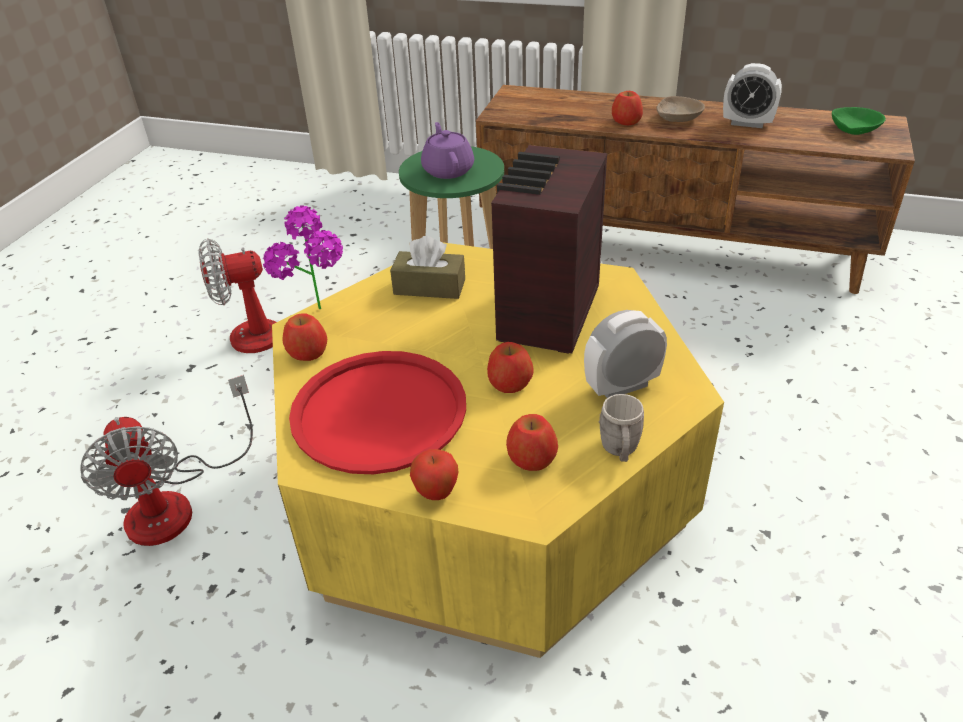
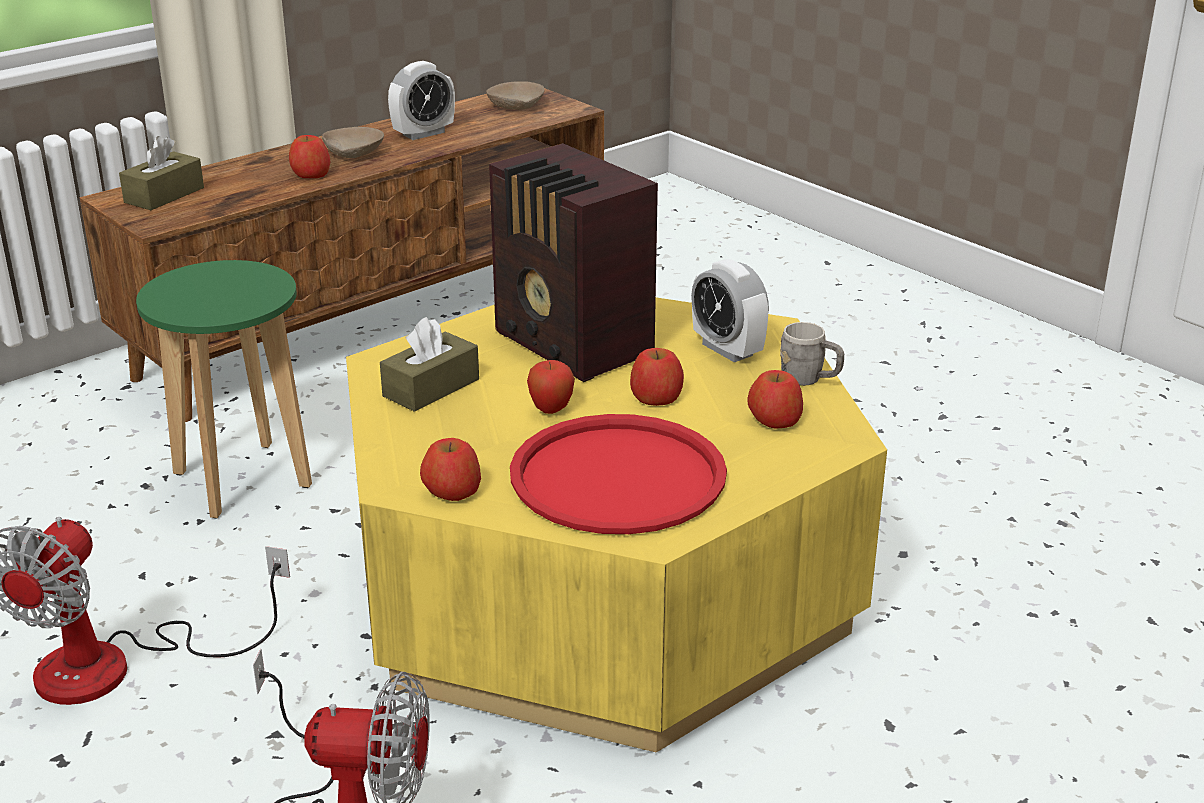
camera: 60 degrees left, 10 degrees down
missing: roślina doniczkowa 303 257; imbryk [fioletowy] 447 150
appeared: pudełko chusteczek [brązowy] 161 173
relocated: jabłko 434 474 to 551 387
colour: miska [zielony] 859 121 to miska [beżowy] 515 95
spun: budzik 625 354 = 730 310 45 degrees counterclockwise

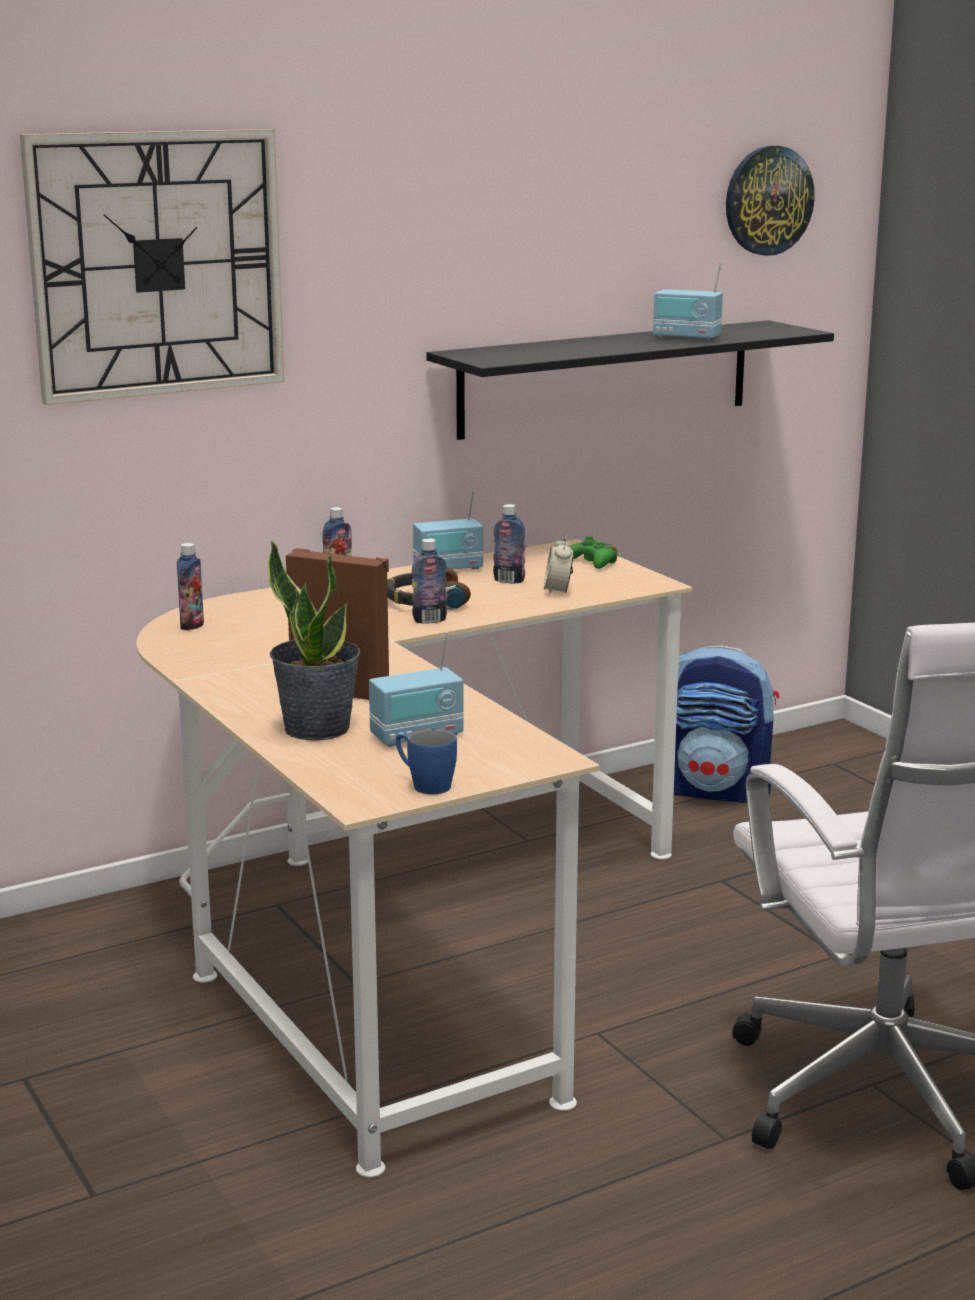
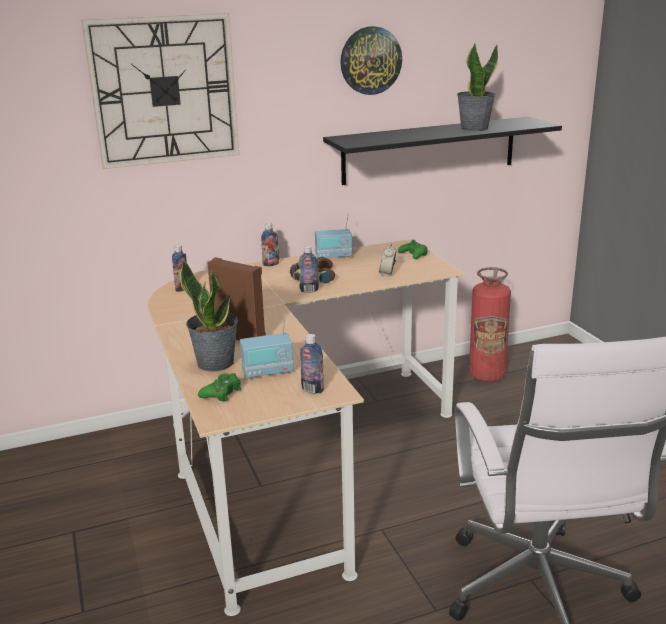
camera: 10 degrees right, 5 degrees up
missing: kubek [niebieski] 426 761
appeared: pad do gier [zielony] 219 387
relocated: butelka 509 543 to 312 363; zegar ścienny 770 201 to 371 60
exchanged: radio 688 301 to roślina doniczkowa 477 87; plecak 726 724 to gaśnica 490 324

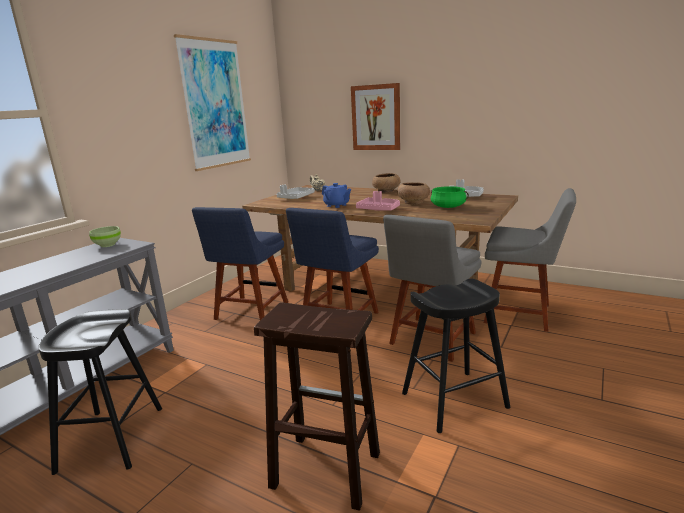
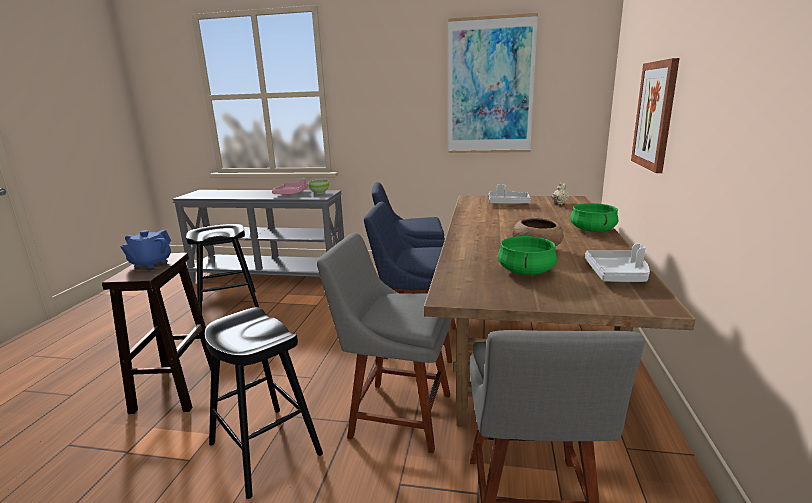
camera: 70 degrees right, 0 degrees up
relocated: imbryk [niebieski] 336 195 to 145 249; taca [różowy] 378 201 to 290 186
exchanged: miska [brązowy] 386 183 to garnek [zielony] 594 217

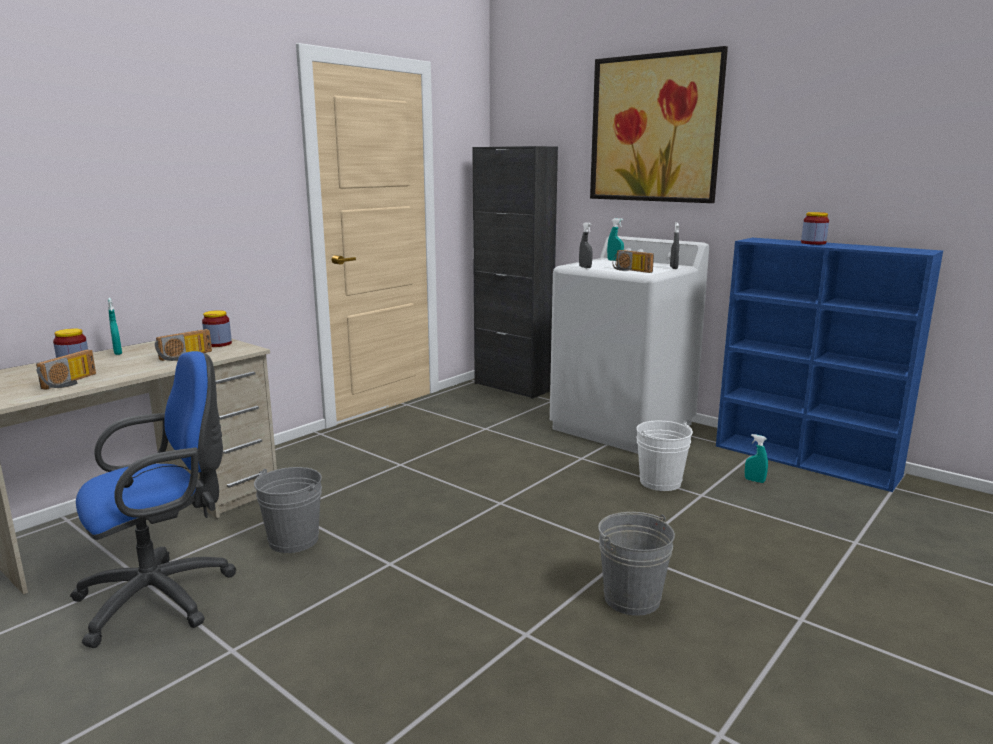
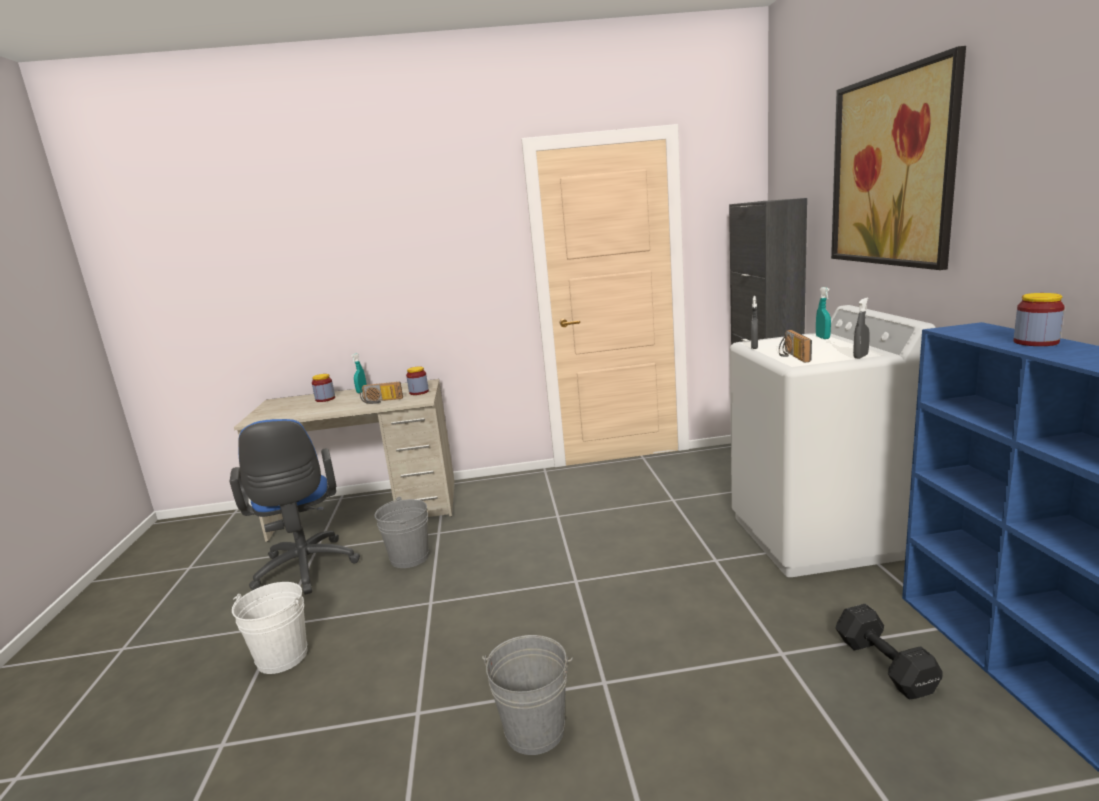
camera: 45 degrees right, 0 degrees up
missing: radio 66 369
relocated: wiadro [biały] 664 456 to 269 628
exchanged: spryskiwacz [turkusowy] 756 458 to hantel [czarny] 889 651
spun: krzesło biurowe [niebieski] 153 499 = 295 507 60 degrees clockwise

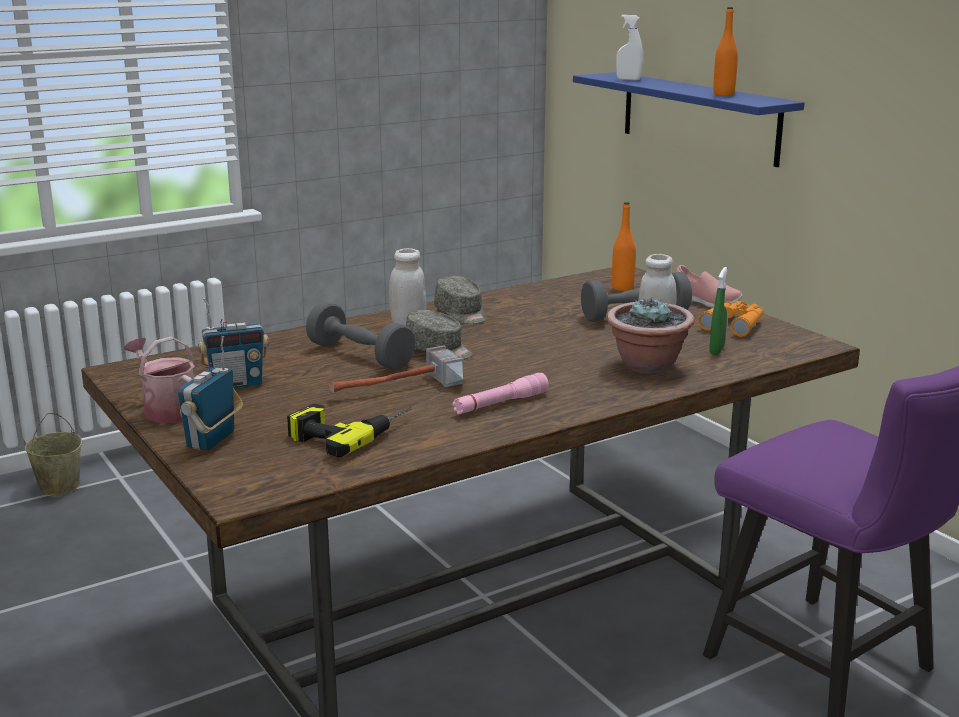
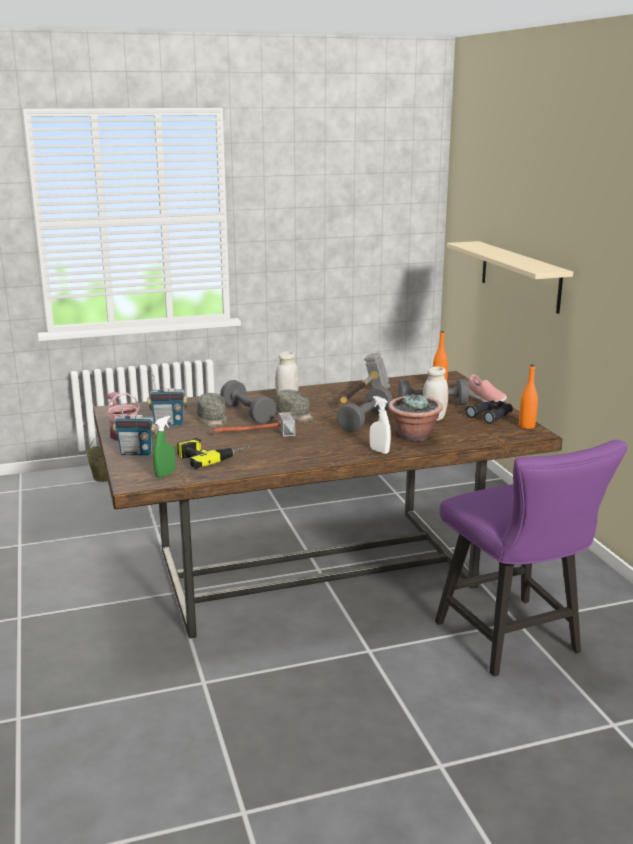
camera: 15 degrees right, 0 degrees up
missing: latarka [różowy] 500 393
appeared: hantel [szary] 365 409; młotek 365 378
relocated: spryskiwacz [zielony] 718 311 to 164 447; czapka z daszkiem [szary] 460 300 to 212 410; spryskiwacz [biały] 629 47 to 380 425; butelka [pomarańczowy] 725 51 to 528 396
colour: półka [niebieski] 688 119 to półka [beżowy] 509 277; lornetka [pomarańczowy] 731 319 to lornetka [czarny] 489 412
spun: radio 210 393 = 135 426 120 degrees counterclockwise

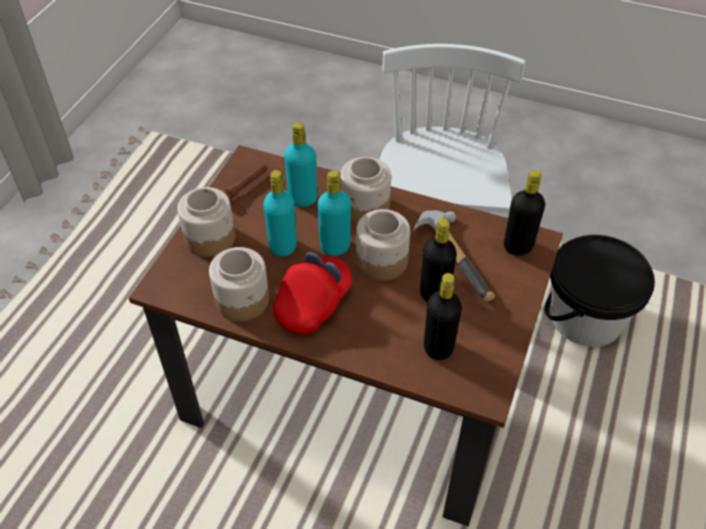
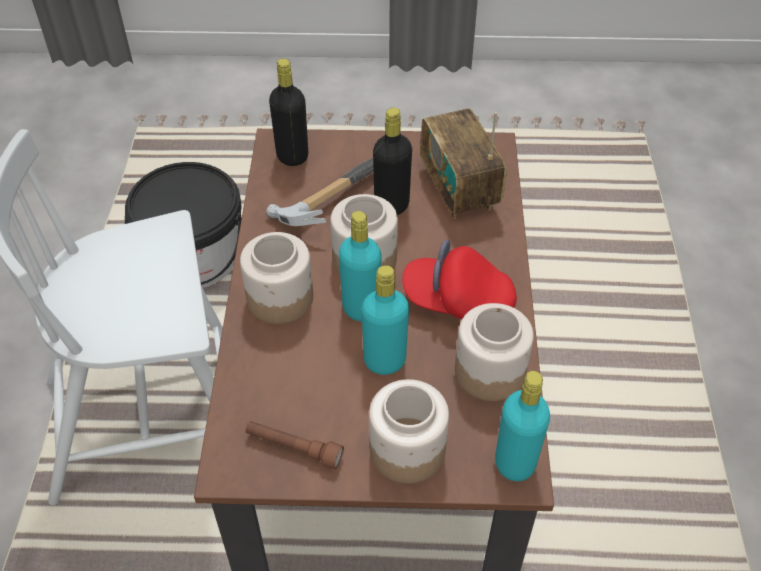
camera: 110 degrees left, 0 degrees up
relocated: butelka [turkusowy] 300 164 to 522 426
exchanged: butelka [czarny] 443 316 to radio 464 164

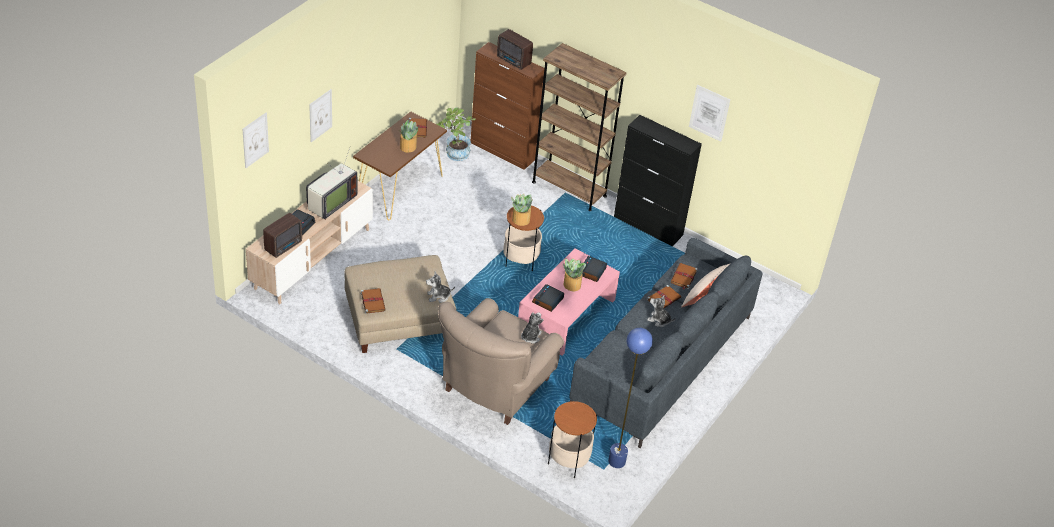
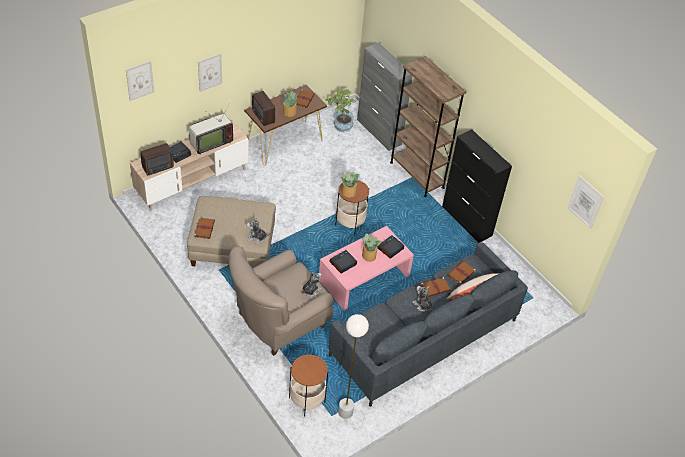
camera: 20 degrees right, 5 degrees up
relocated: radio 515 49 to 263 108; obraz 709 113 to 585 202
colour: lampa stojąca [niebieski] 630 398 to lampa stojąca [biały] 353 366; szafka [brązowy] 507 106 to szafka [szary] 385 97

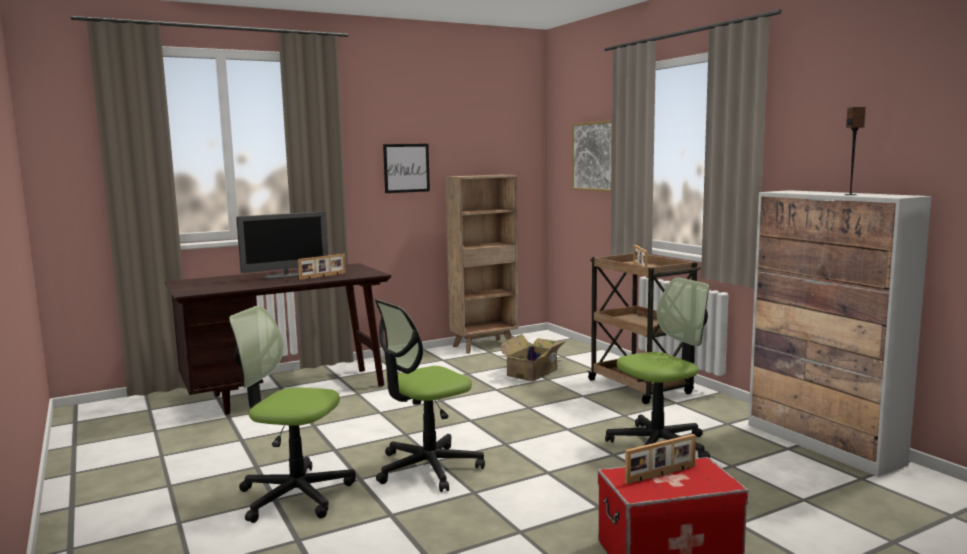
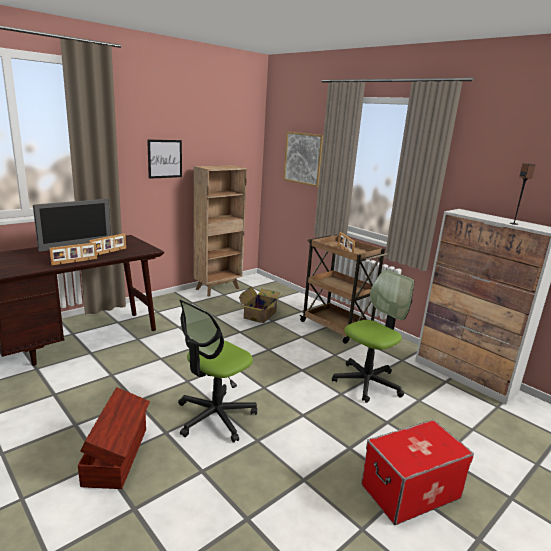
camera: 15 degrees left, 10 degrees up
relocated: ramka na zdjęcie 660 459 to 73 253
exchanged: krzesło biurowe 292 414 to pojemnik do przechowywania [brązowy] 114 438

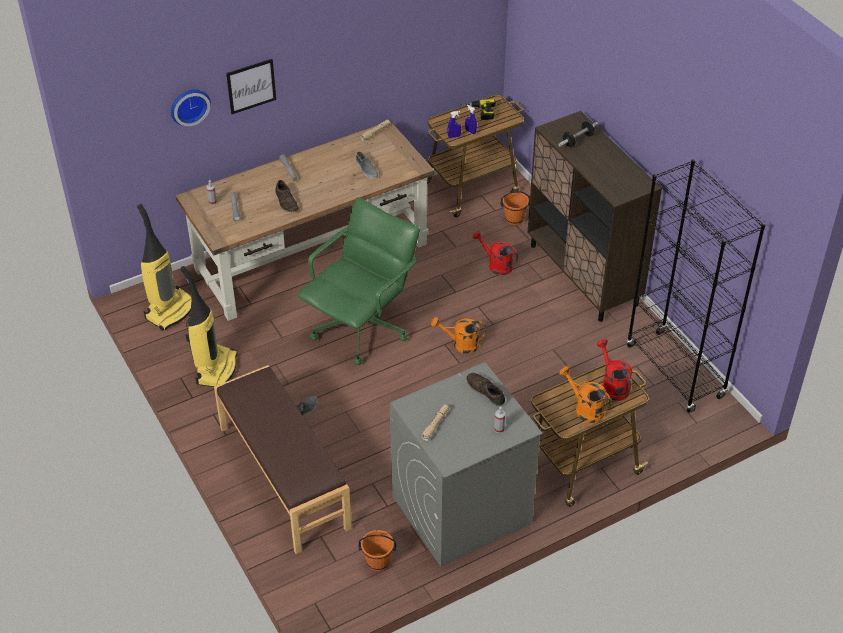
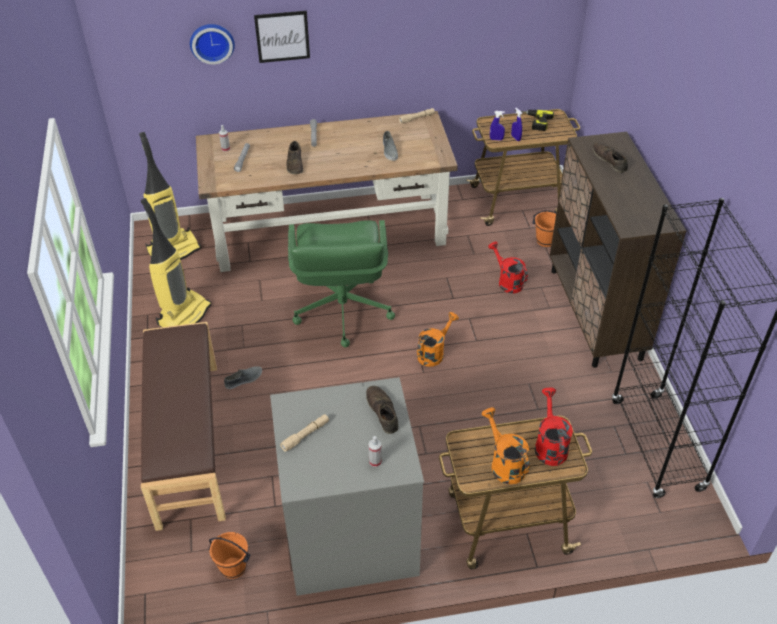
camera: 20 degrees right, 0 degrees up
exchanged: hantel 578 134 to but [brązowy] 610 157
spun: krzesło biurowe [zielony] 359 281 = 341 283 120 degrees clockwise; konewka [pomarańczowy] 458 335 = 438 339 105 degrees clockwise

